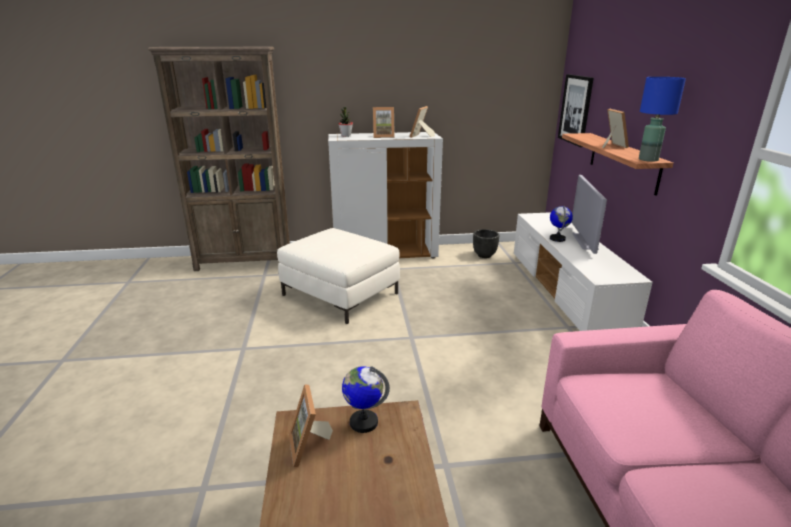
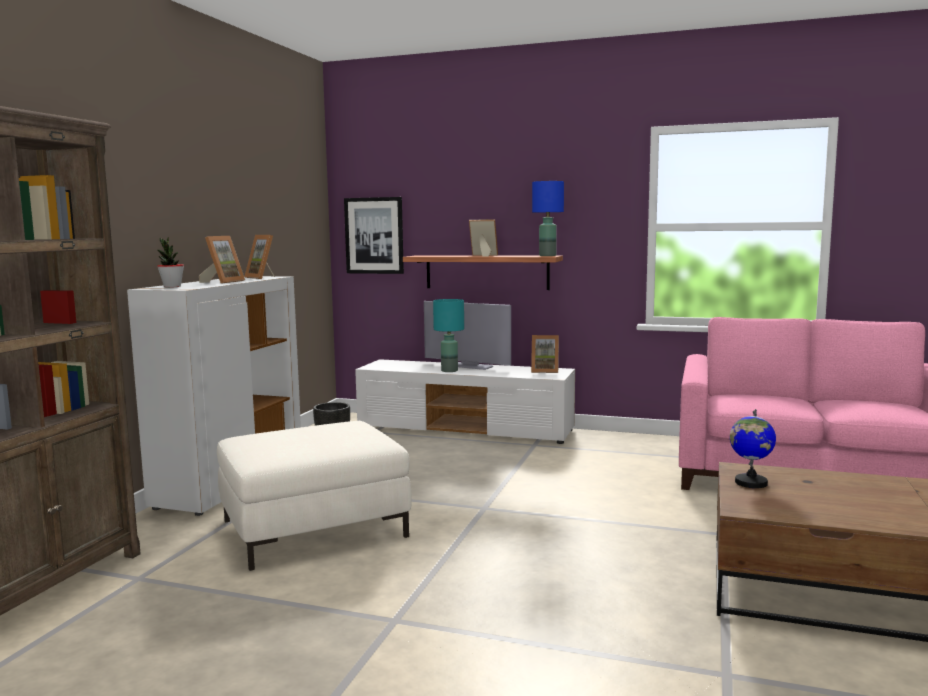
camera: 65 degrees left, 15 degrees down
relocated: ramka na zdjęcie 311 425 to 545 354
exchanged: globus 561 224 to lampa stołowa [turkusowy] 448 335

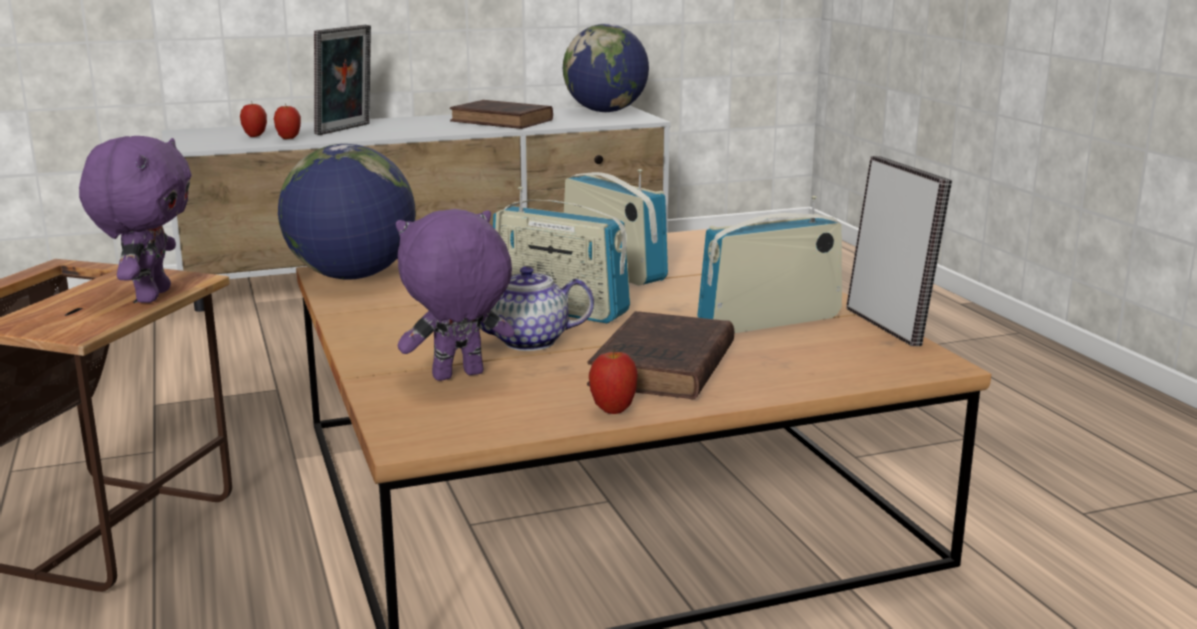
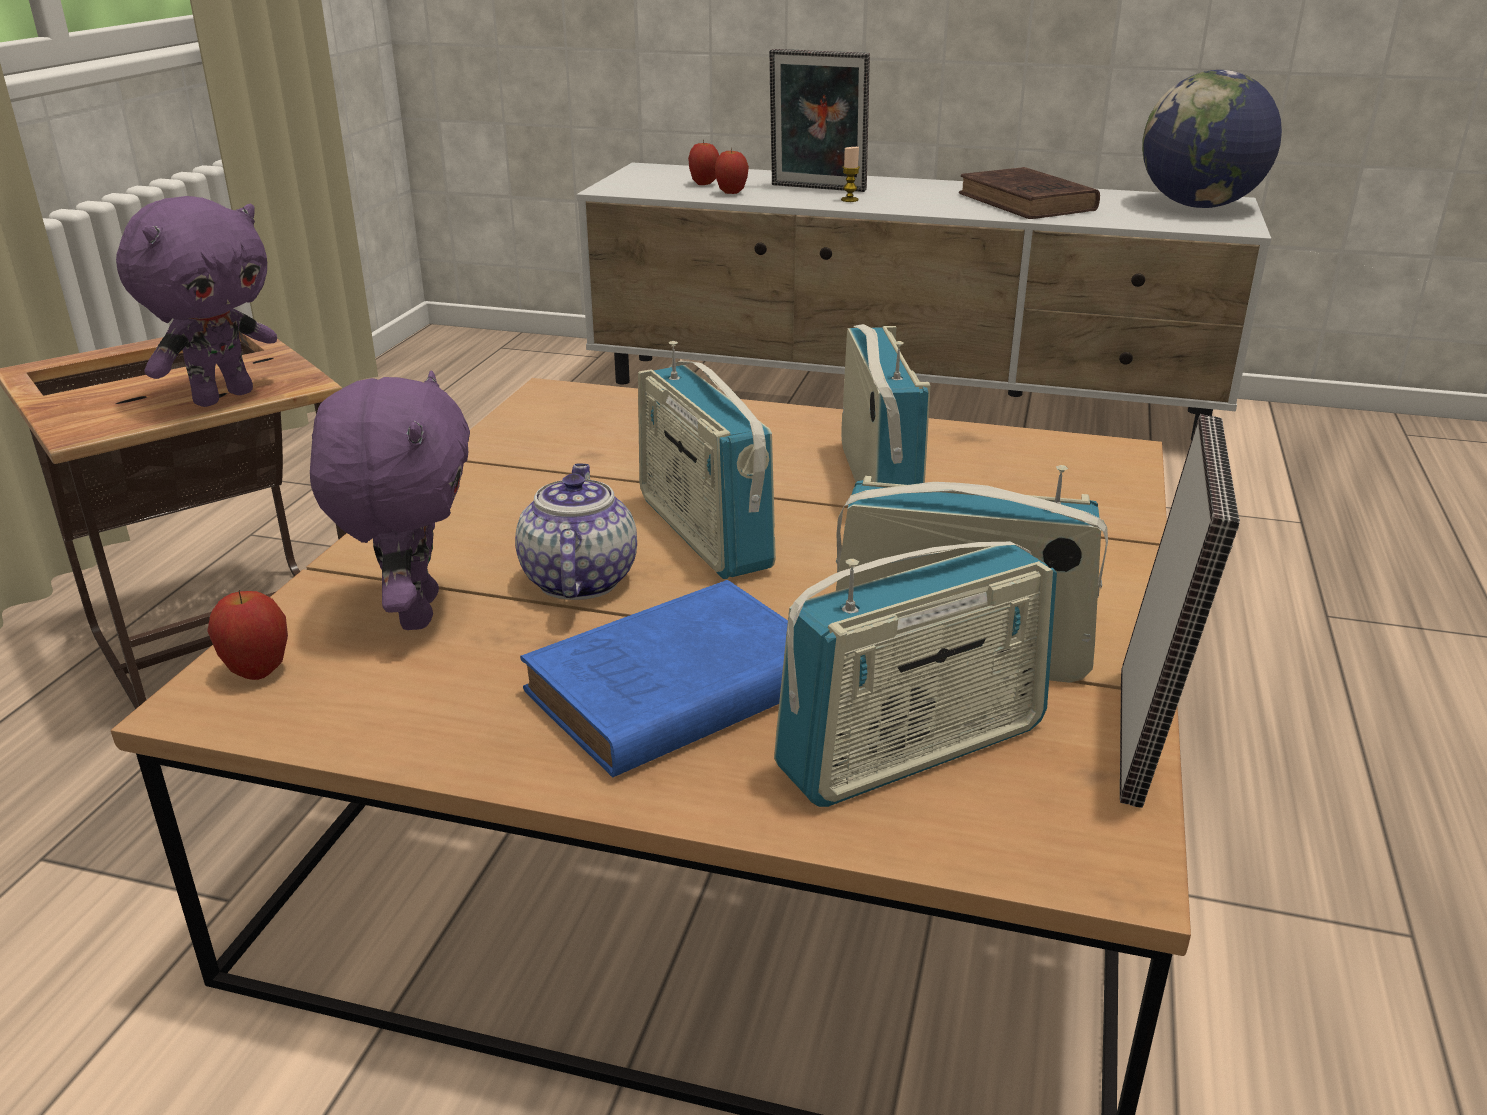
camera: 35 degrees right, 10 degrees up
missing: globus 347 212
appeared: radio 915 674; świeca 850 174
relocated: jabłko 613 381 to 247 635
colour: książka [brązowy] 660 355 to książka [niebieski] 654 678
spun: pluszak [fioletowy] 455 295 = 390 500 75 degrees clockwise; imbryk 537 308 = 576 531 60 degrees clockwise; ramka na zdjęcie 342 80 = 819 120 45 degrees clockwise

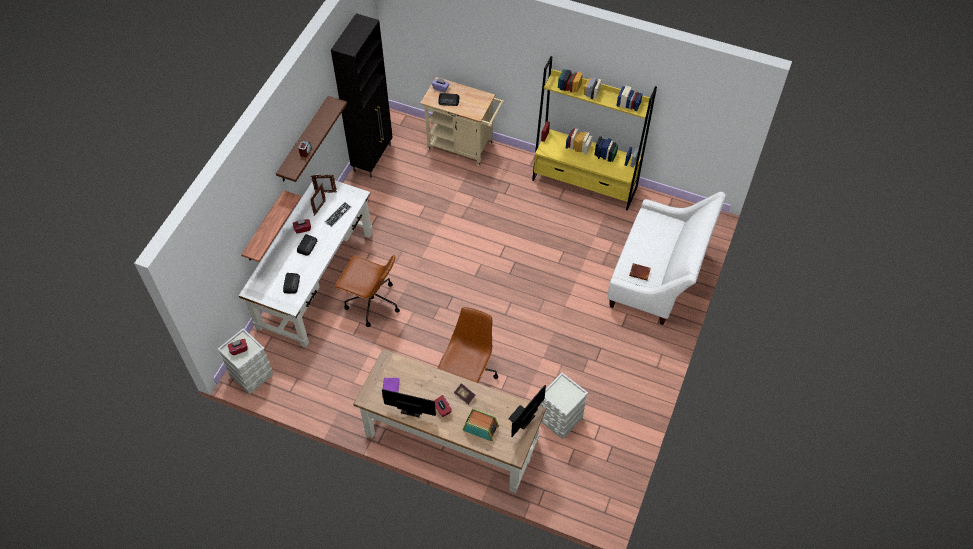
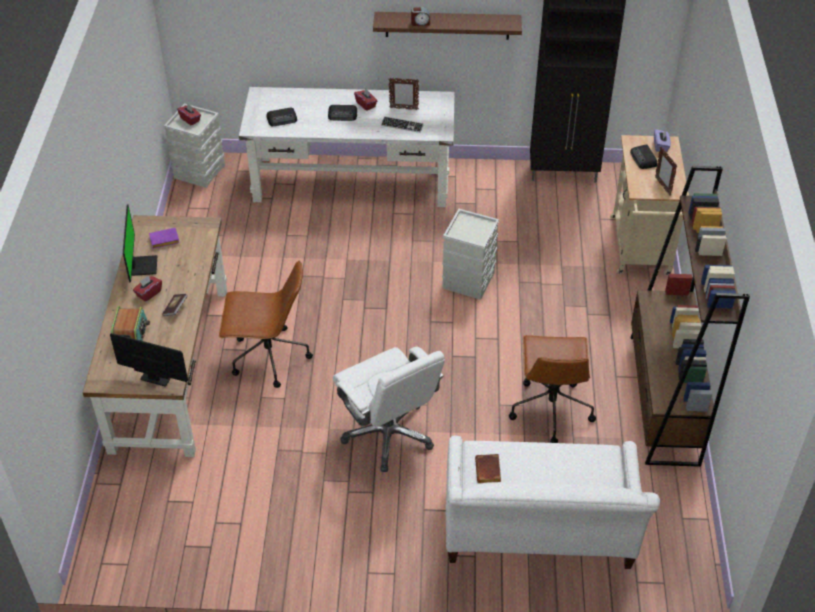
camera: 70 degrees right, 10 degrees down
missing: półka 271 226
appeared: krzesło biurowe [biały] 389 409
relocated: pojemnik do przechowywania [szary] 564 406 to 470 254; krzesło biurowe [brązowy] 367 291 to 552 389; ramka na zdjęcie 324 183 to 666 171
colour: regał [żółty] 594 133 to regał [brązowy] 690 316

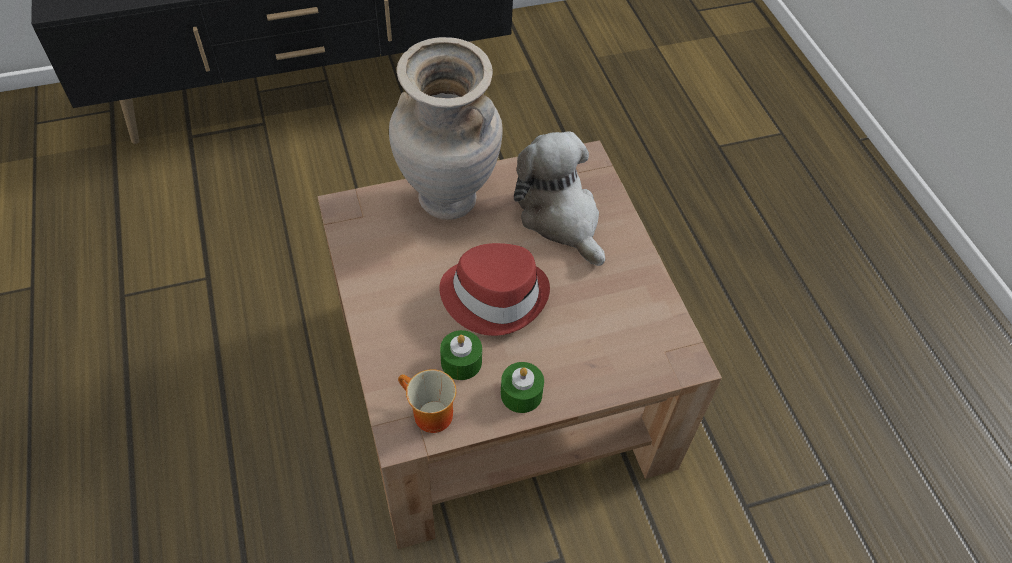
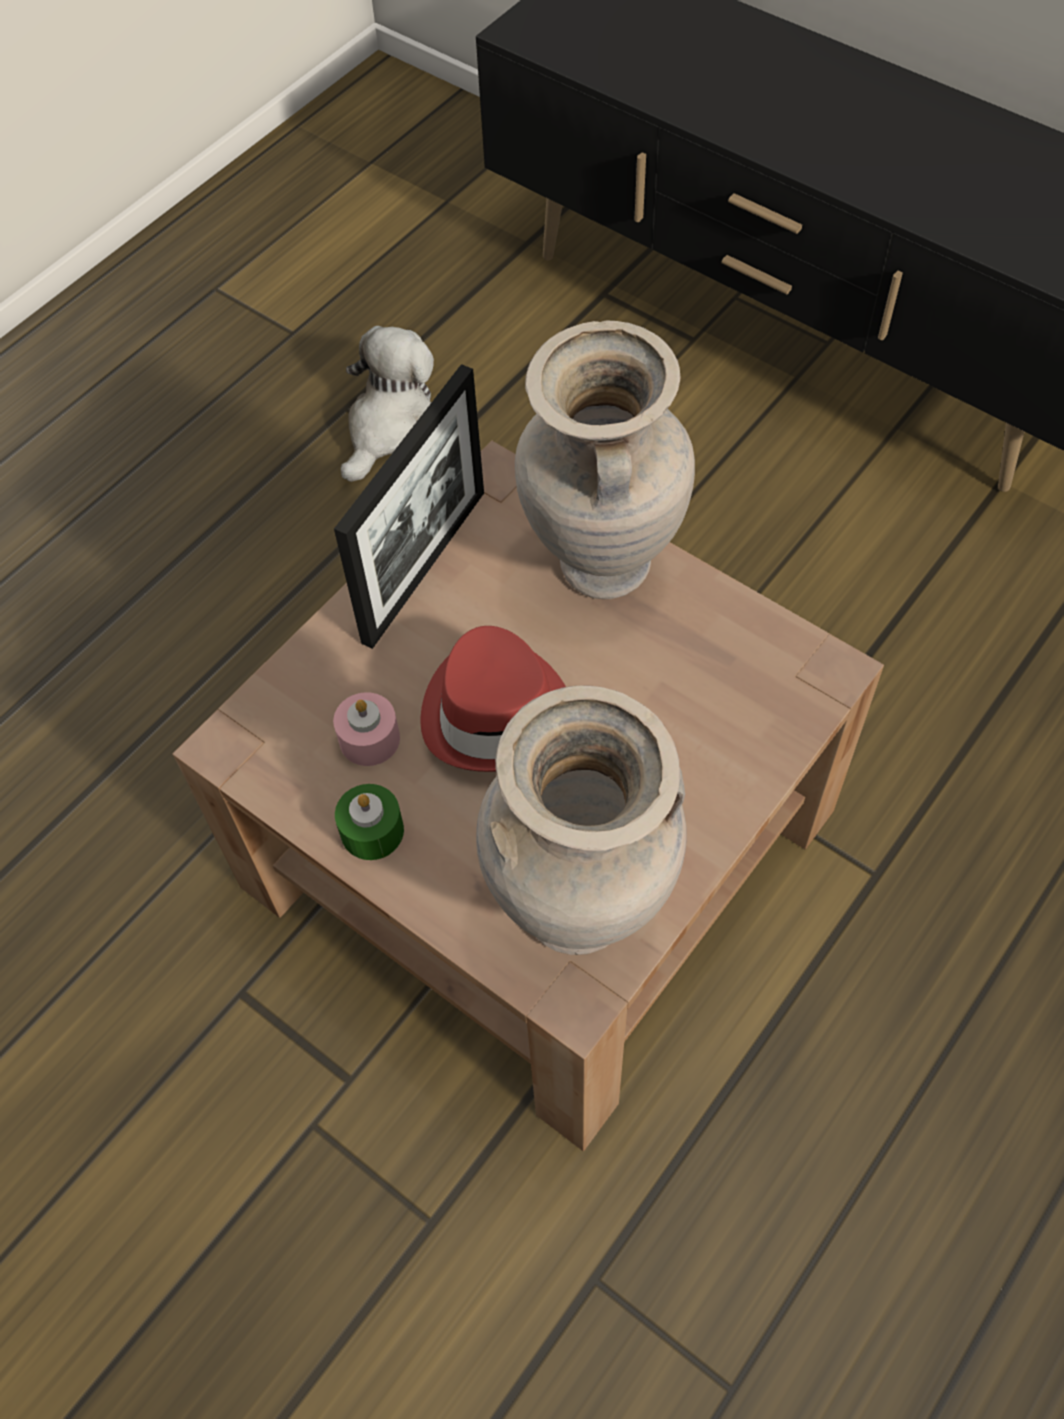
camera: 60 degrees right, 5 degrees up
missing: kubek 427 401
appeared: ramka na zdjęcie 409 506; wazon [beżowy] 581 820
relocated: pluszak 559 198 to 387 404
colour: świeca [zielony] 461 355 to świeca [różowy] 366 729

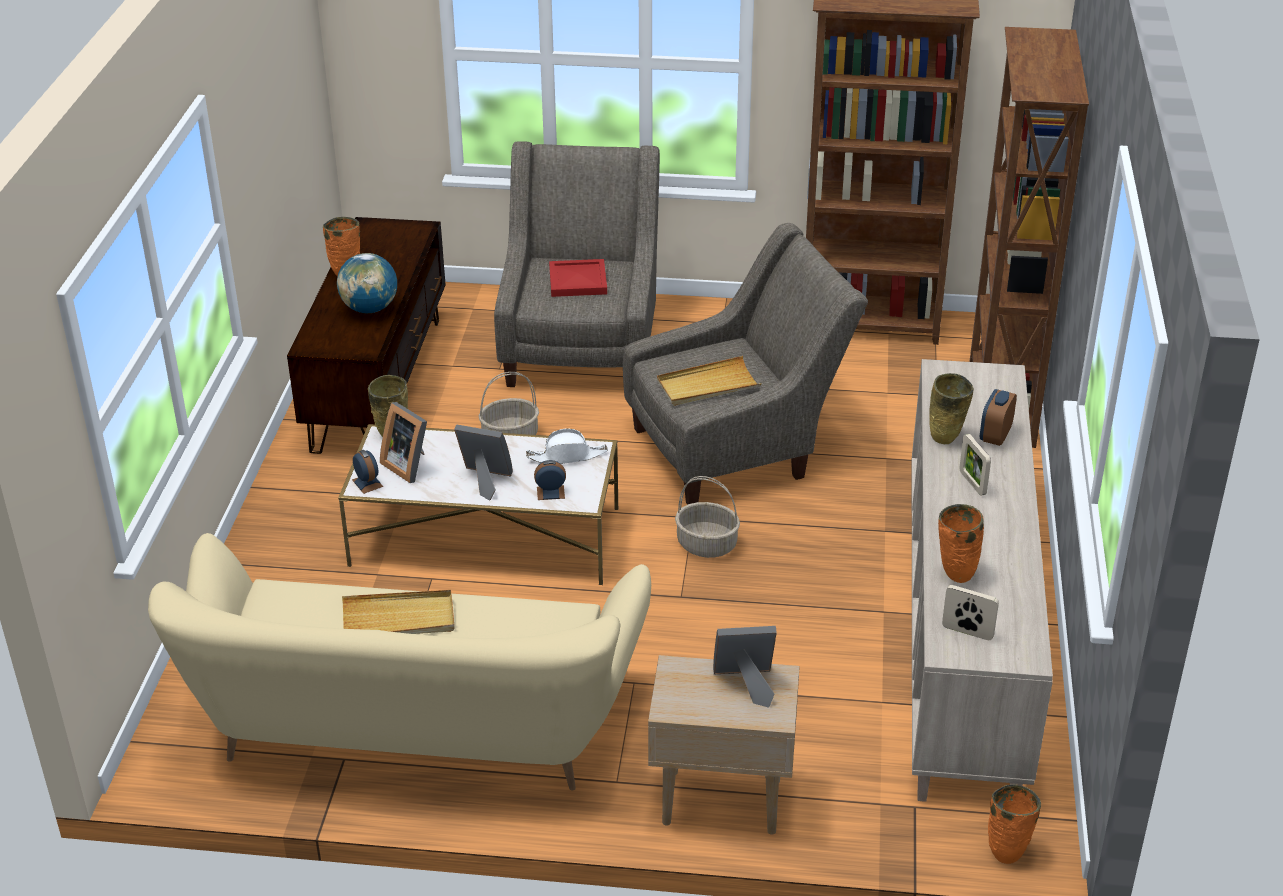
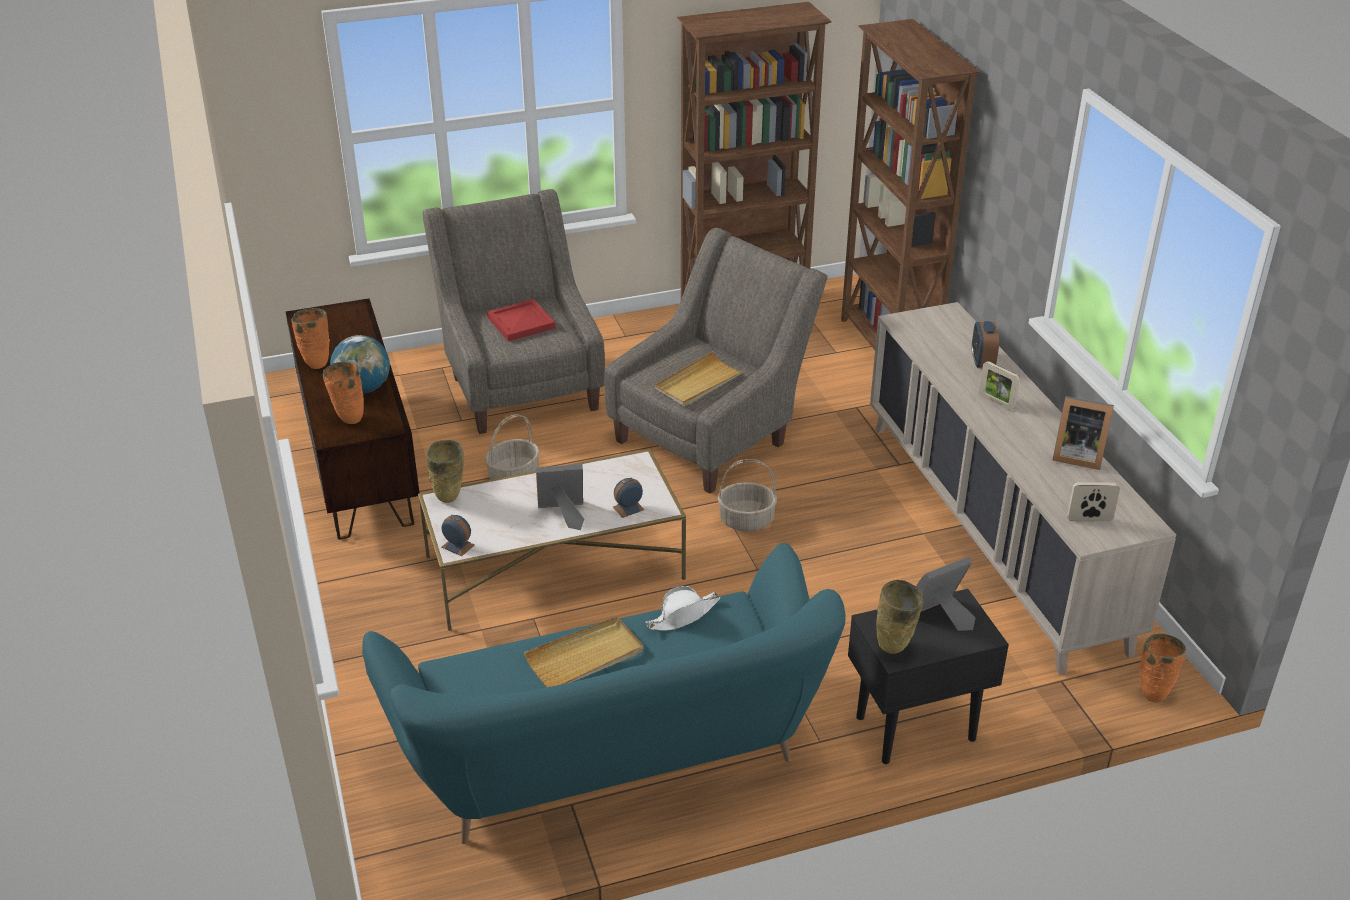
camera: 25 degrees left, 0 degrees up
relocated: wazon [pomarańczowy] 961 543 to 343 392; kapelusz [biały] 567 446 to 683 608; wazon [beżowy] 951 408 to 900 617; ramka na zdjęcie 403 442 to 1083 433
colour: kanapa [beżowy] 399 662 to kanapa [turkusowy] 604 693; stolik [beżowy] 724 745 to stolik [czarny] 928 676

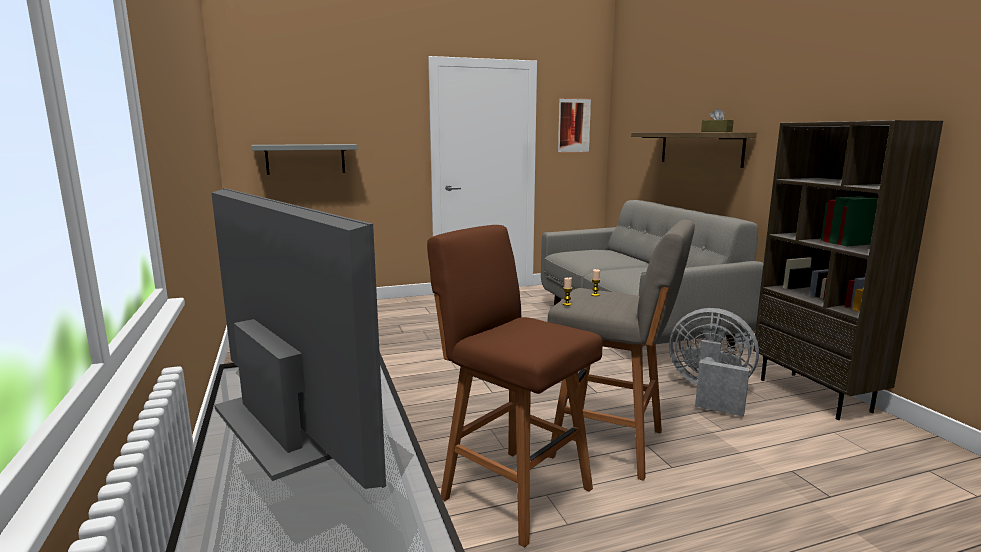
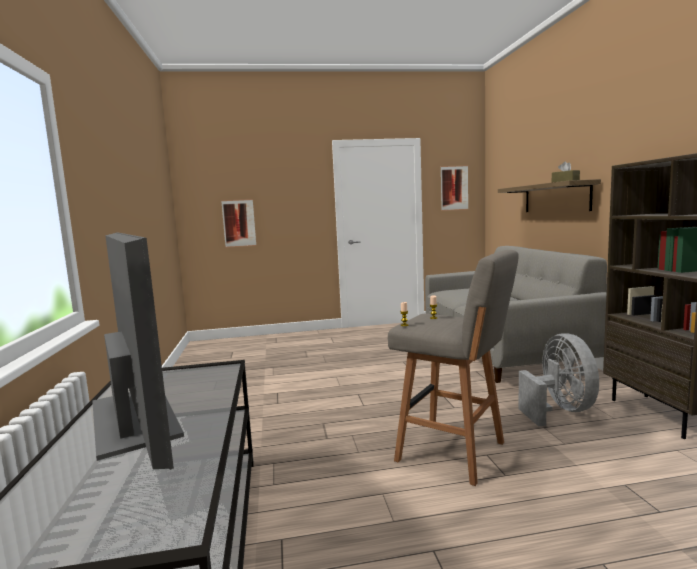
camera: 10 degrees right, 5 degrees down
missing: stołek [brązowy] 515 386
exchanged: półka [szary] 304 159 to obraz 238 223
spun: wentylator [szary] 714 362 = 558 380 45 degrees clockwise

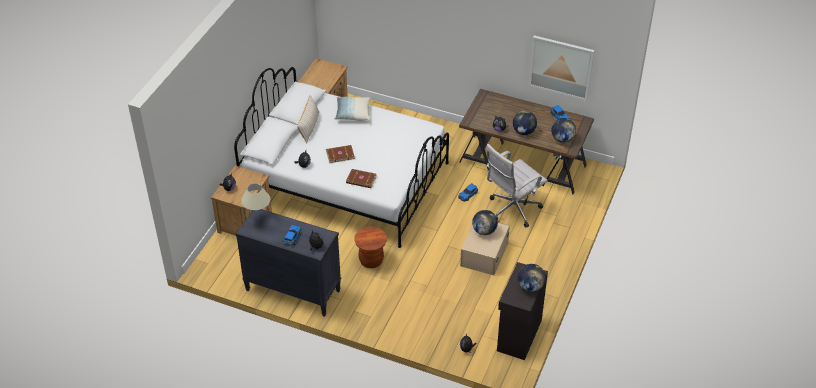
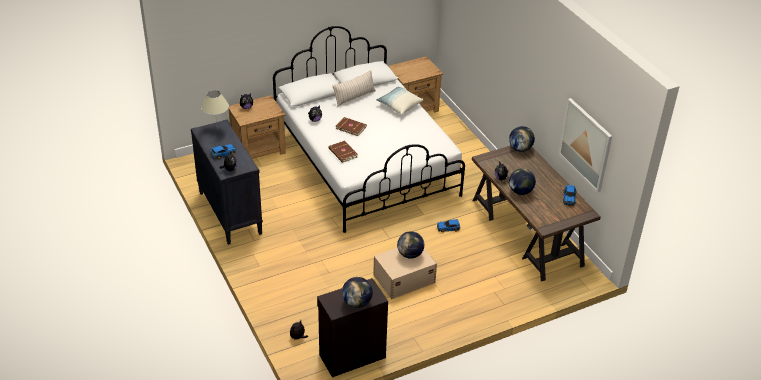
camera: 40 degrees right, 5 degrees down
missing: stołek [brązowy] 370 247; krzesło biurowe [biały] 517 185
relocated: globus 563 130 to 522 139

